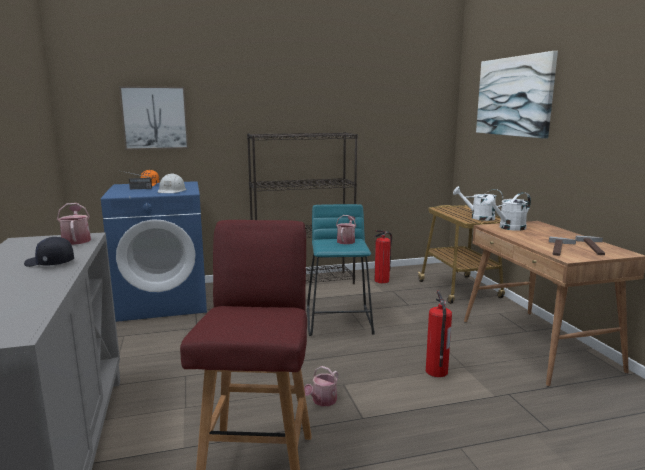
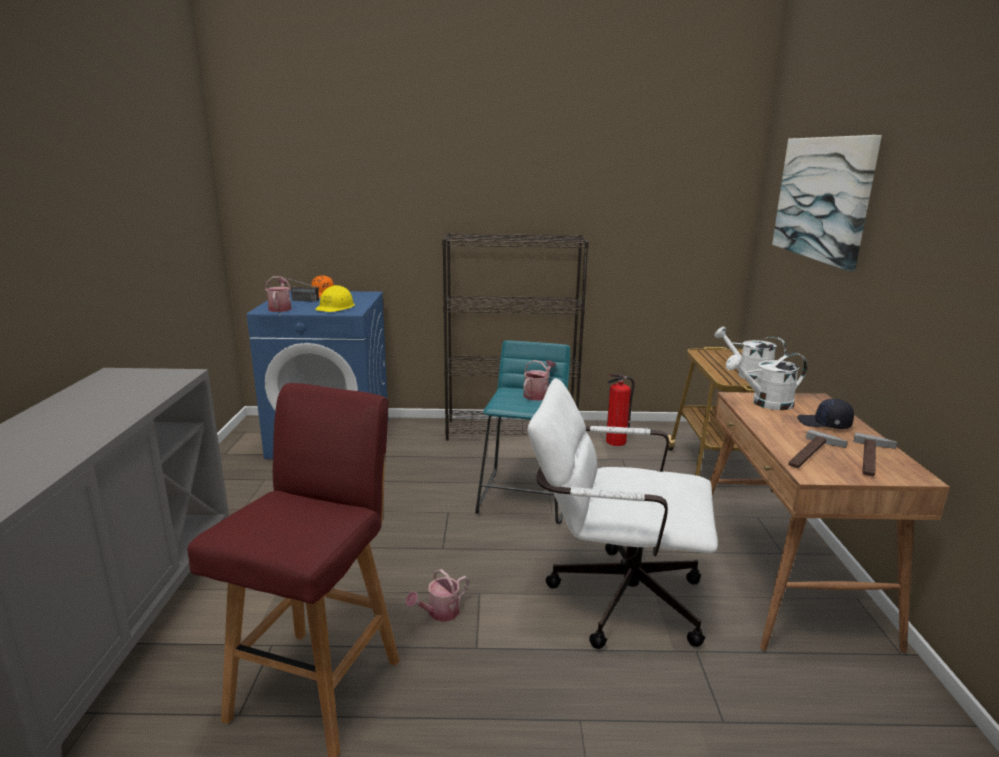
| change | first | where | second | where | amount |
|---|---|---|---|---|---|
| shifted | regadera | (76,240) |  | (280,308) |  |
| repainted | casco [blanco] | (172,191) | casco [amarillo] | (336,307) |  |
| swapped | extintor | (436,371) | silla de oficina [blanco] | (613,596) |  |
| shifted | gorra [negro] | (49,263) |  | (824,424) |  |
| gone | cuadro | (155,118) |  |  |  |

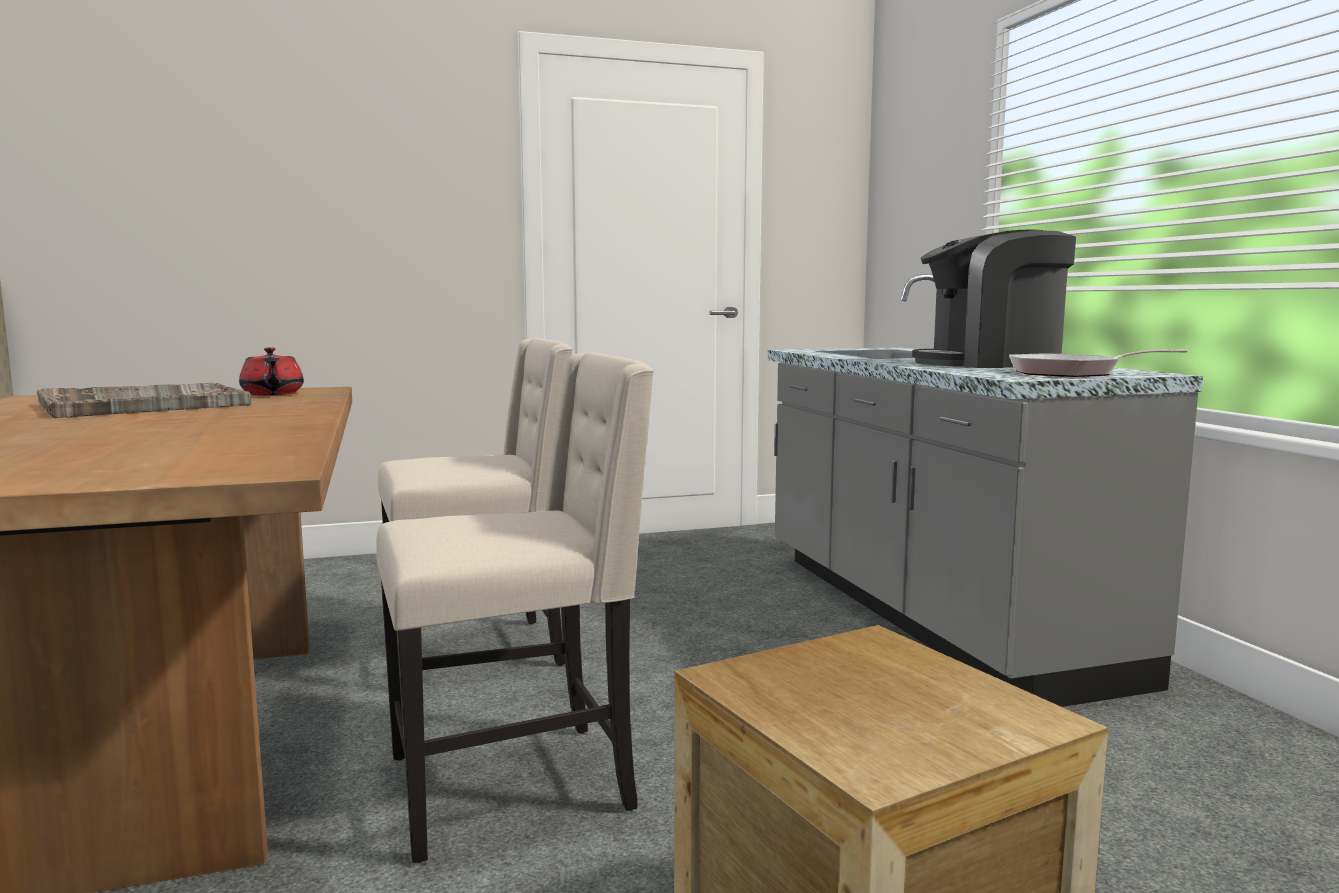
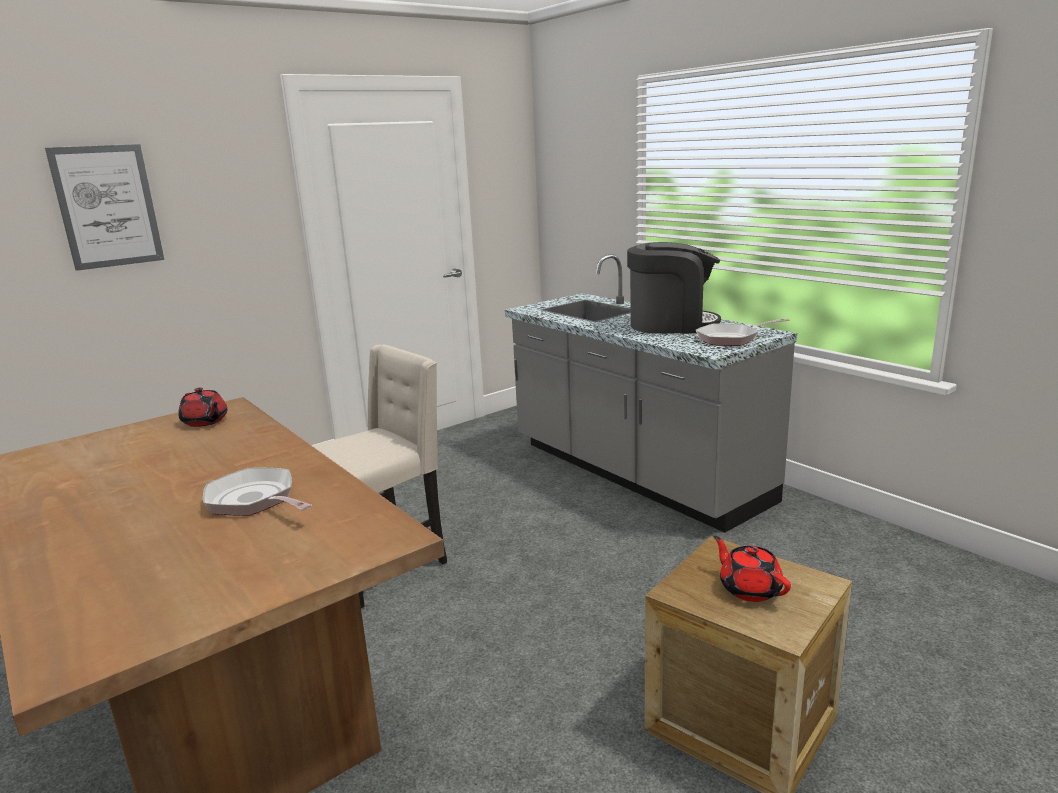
| change | first | where | second | where | amount |
|---|---|---|---|---|---|
| new |  |  | cuadro | (107,206) |  |
| new |  |  | sartén | (255,501) |  |
| rotated | cafetera | (990,363) |  | (671,324) | 150 degrees counterclockwise |
| new |  |  | tetera [rojo] | (749,588) |  |
| gone | bandeja [gris] | (142,404) |  |  |  |
| gone | silla [beis] | (515,783) |  |  |  |

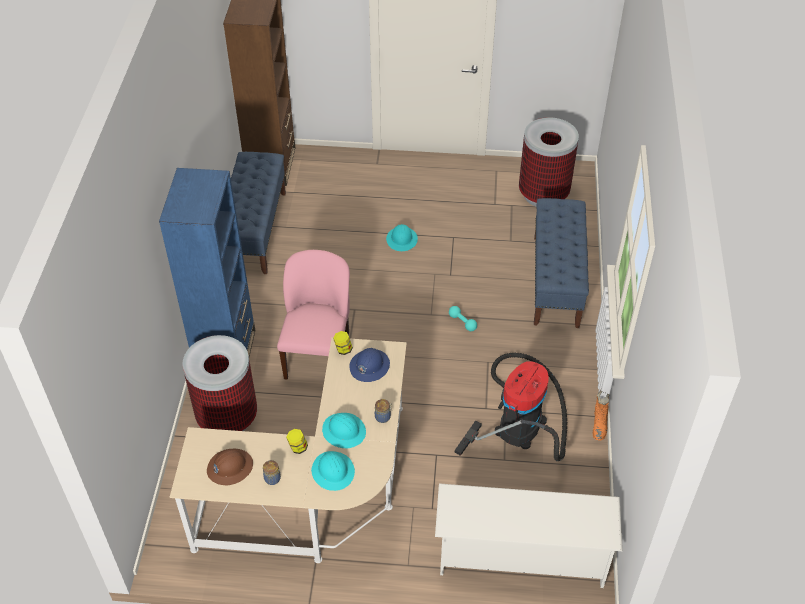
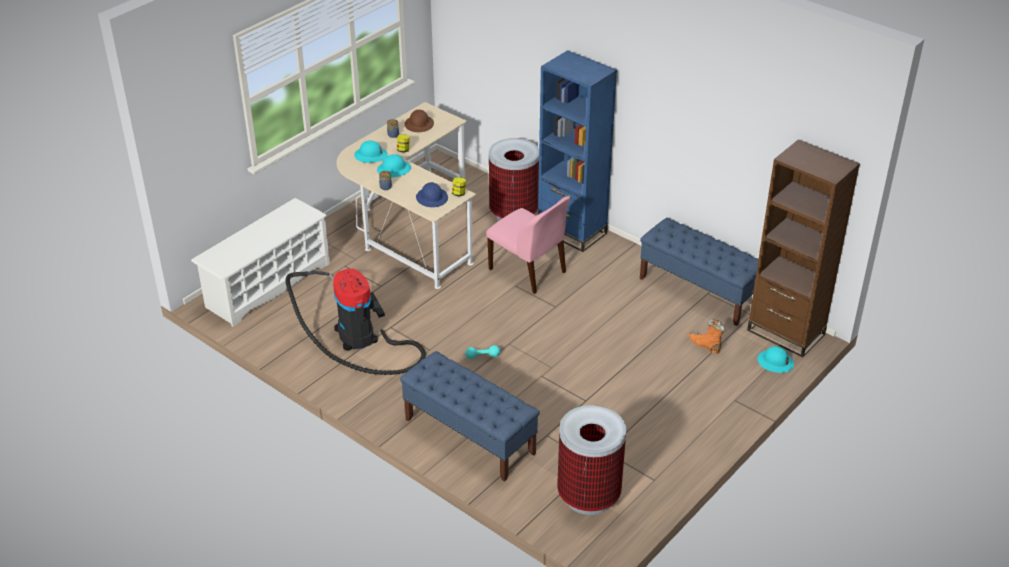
| change | first | where | second | where | amount |
|---|---|---|---|---|---|
| shifted | bota [naranja] | (599,424) |  | (705,345) |  |
| shifted | casco [turquesa] | (402,239) |  | (775,362) |  |

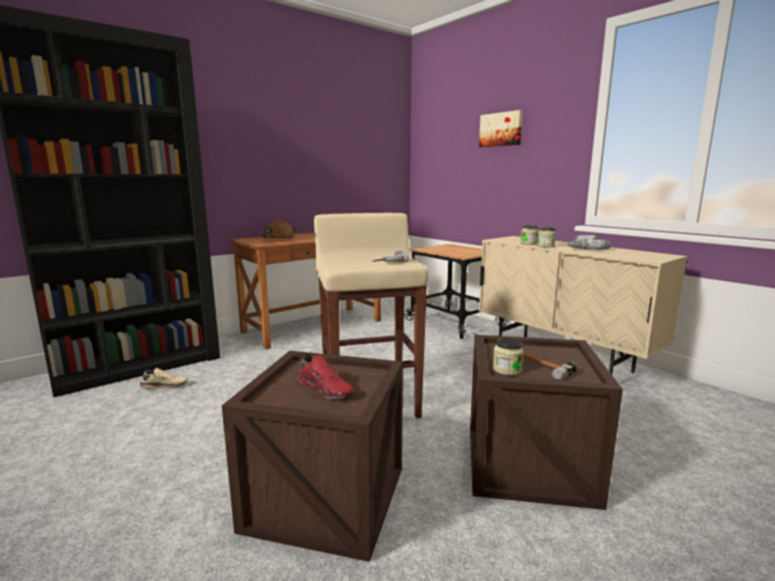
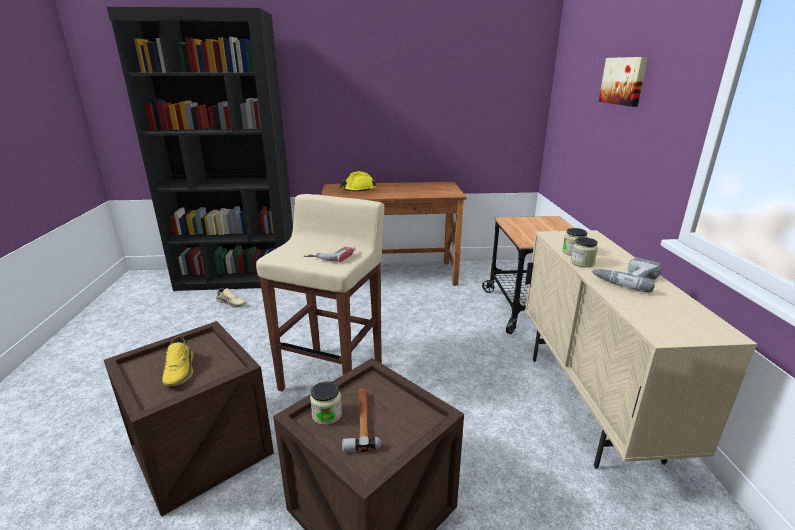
| change | first | where | second | where | amount |
|---|---|---|---|---|---|
| repainted | zapato [rojo] | (326,388) | zapato [amarillo] | (181,370) |  |
| repainted | casco [marrón] | (278,239) | casco [amarillo] | (358,190) |  |

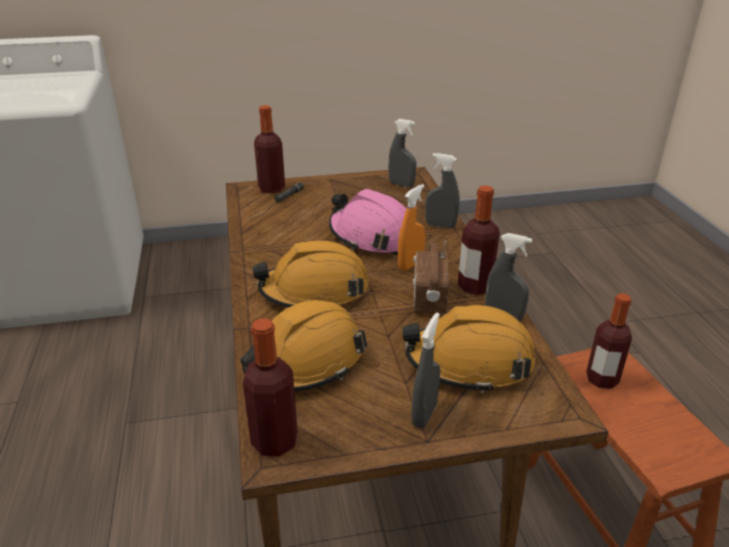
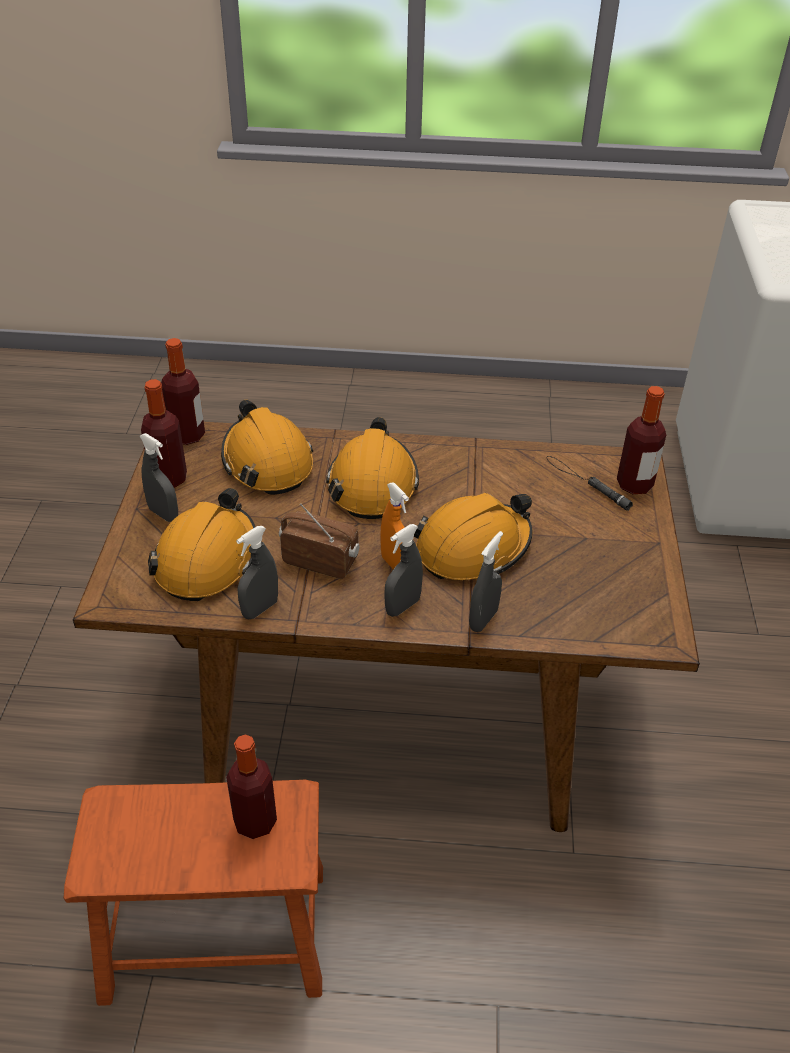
| change | first | where | second | where | amount |
|---|---|---|---|---|---|
| shifted | botella | (475,287) |  | (169,478) |  |
| shifted | pulverizador [gris] | (401,184) |  | (402,606) |  |
| repainted | casco [rosa] | (372,237) | casco [naranja] | (473,548) |  |

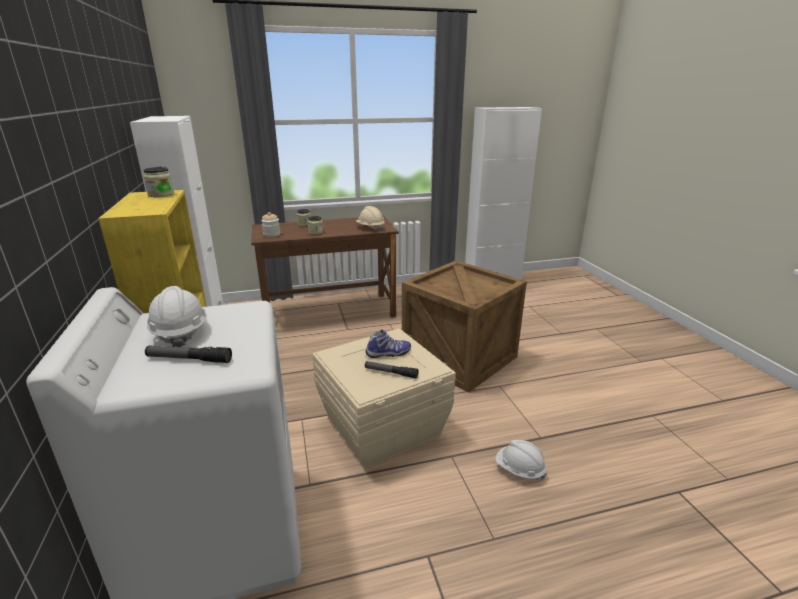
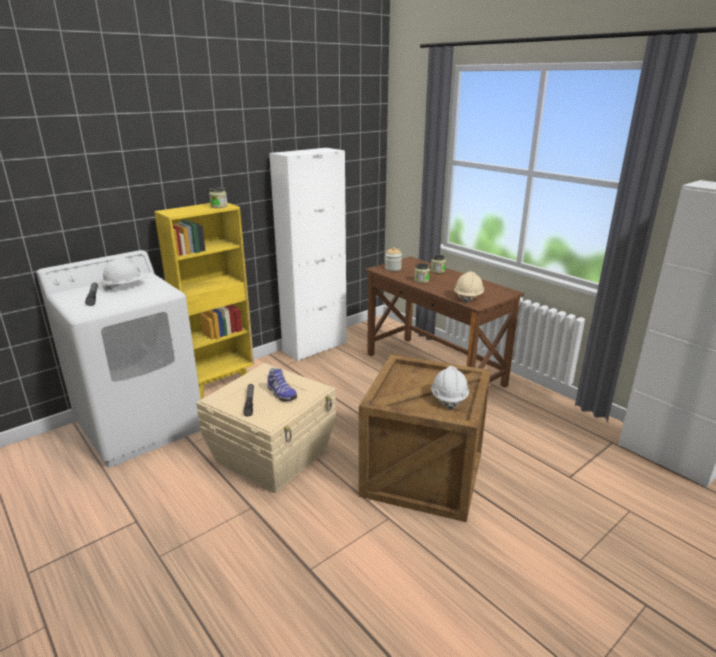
| change | first | where | second | where | amount |
|---|---|---|---|---|---|
| shifted | casco [blanco] | (519,470) |  | (449,398) |  |

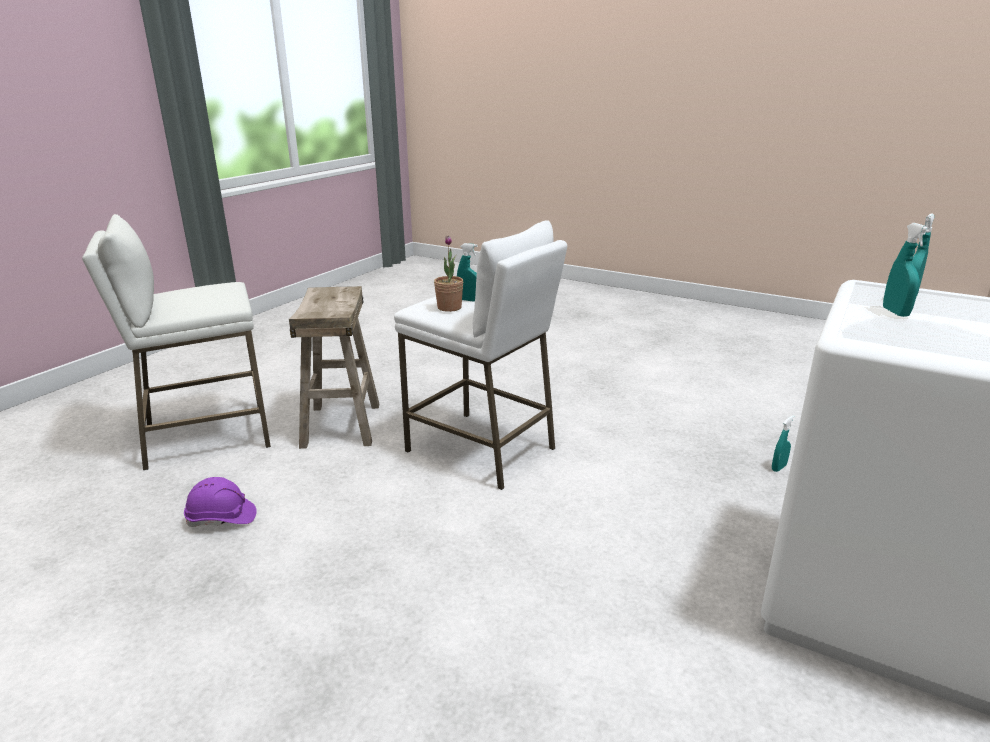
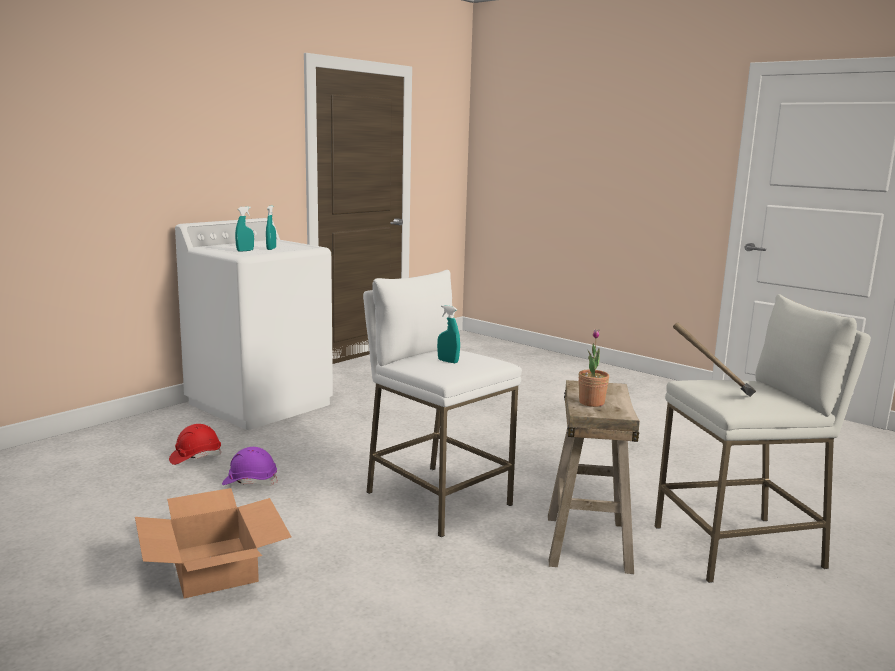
| change | first | where | second | where | amount |
|---|---|---|---|---|---|
| new |  |  | caja de cartón | (214,566) |  |
| swapped | pulverizador [turquesa] | (778,467) | casco [rojo] | (195,457) |  |
| shifted | casco [morado] | (222,518) |  | (250,482) |  |
| shifted | planta en maceta | (449,308) |  | (591,402) |  |
| new |  |  | martillo | (712,390) |  |

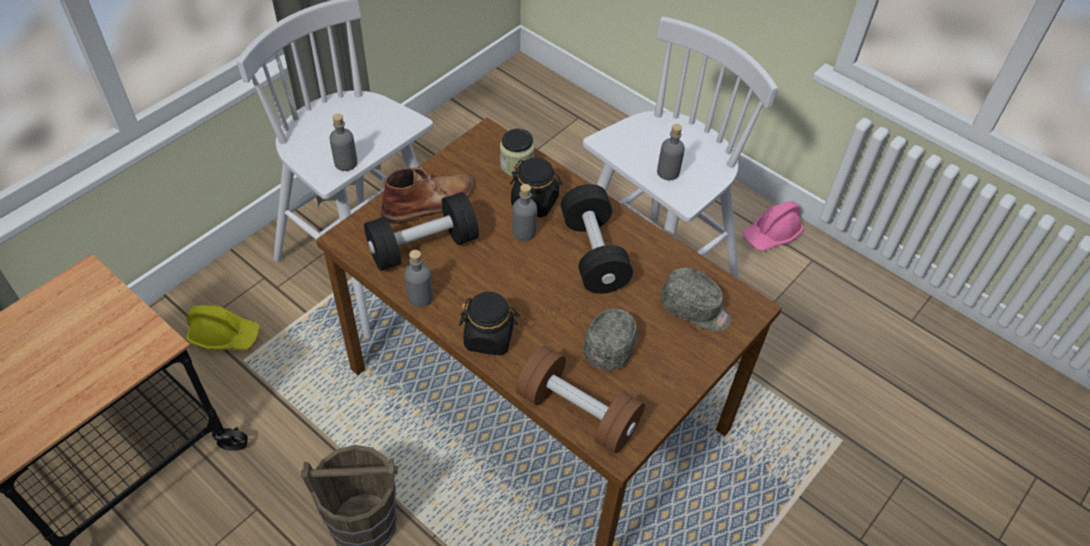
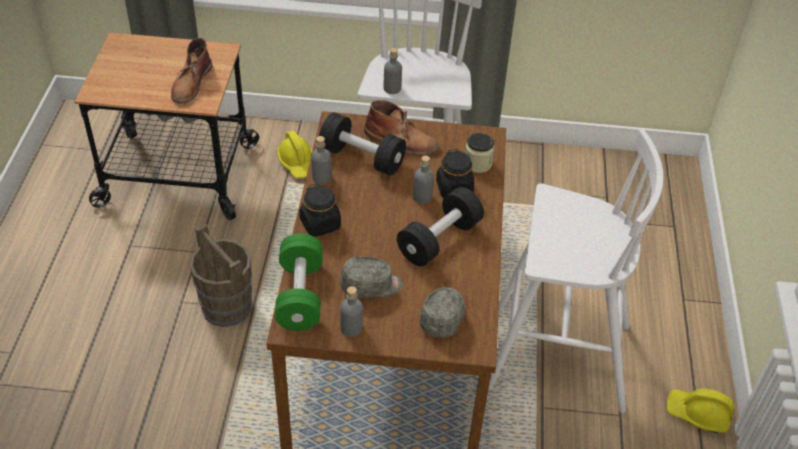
| change | first | where | second | where | amount |
|---|---|---|---|---|---|
| new |  |  | bota [marrón] | (191,83) |  |
| repainted | mancuerna [marrón] | (577,412) | mancuerna [verde] | (300,295) |  |
| shifted | botella [gris] | (668,172) |  | (351,328) |  |
| rotated | gorra [gris] | (695,309) |  | (444,316) | 150 degrees counterclockwise |
| repainted | casco [rosa] | (771,234) | casco [amarillo] | (697,414) |  |

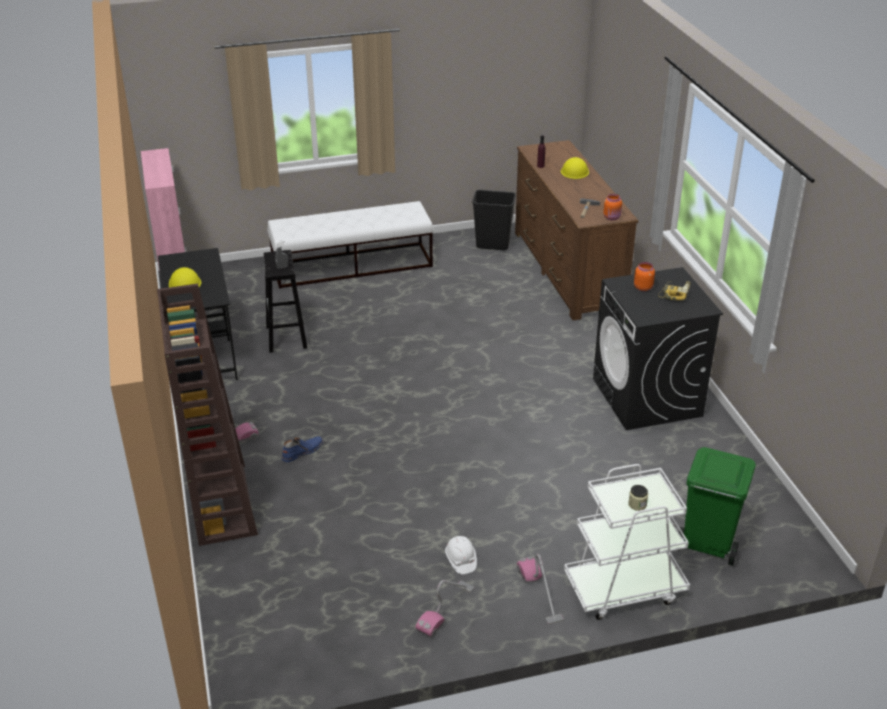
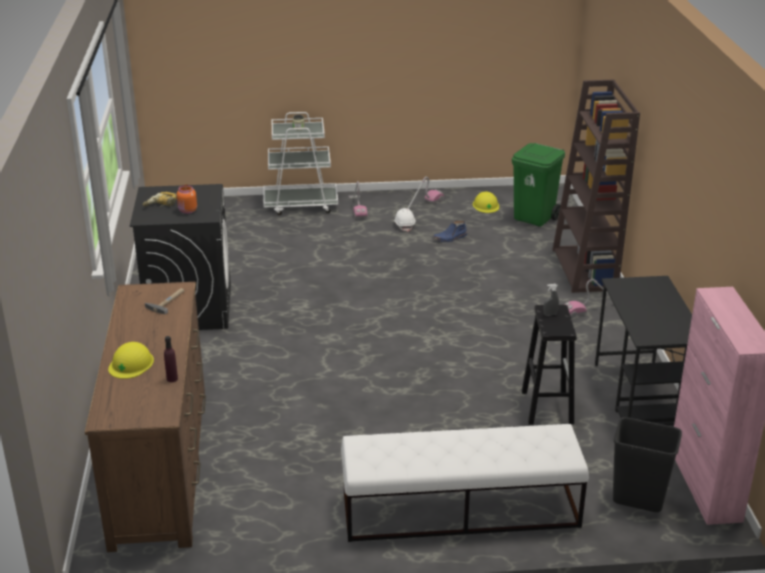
| change | first | where | second | where | amount |
|---|---|---|---|---|---|
| shifted | bota [azul] | (302,451) |  | (450,238) |  |
| shifted | casco [amarillo] | (184,283) |  | (486,205) |  |
| shifted | papelera [verde] | (707,545) |  | (534,218) |  |
| shifted | papelera [negro] | (493,245) |  | (637,500) |  |
| gone | tarro [naranja] | (612,218) |  |  |  |

